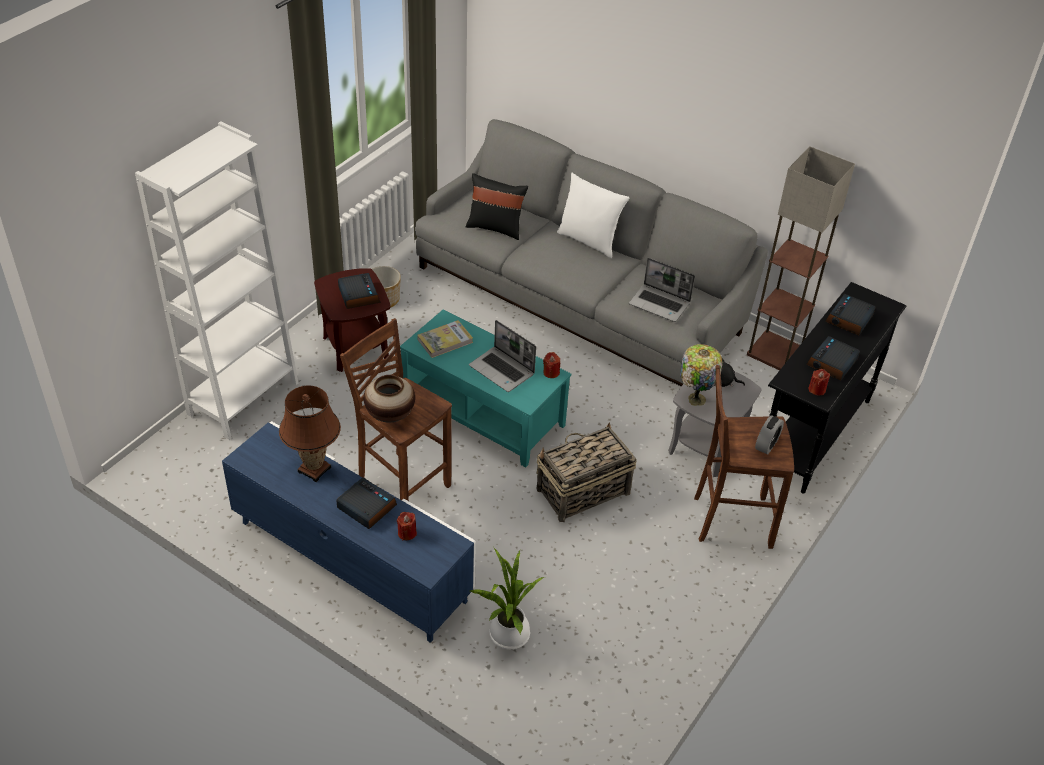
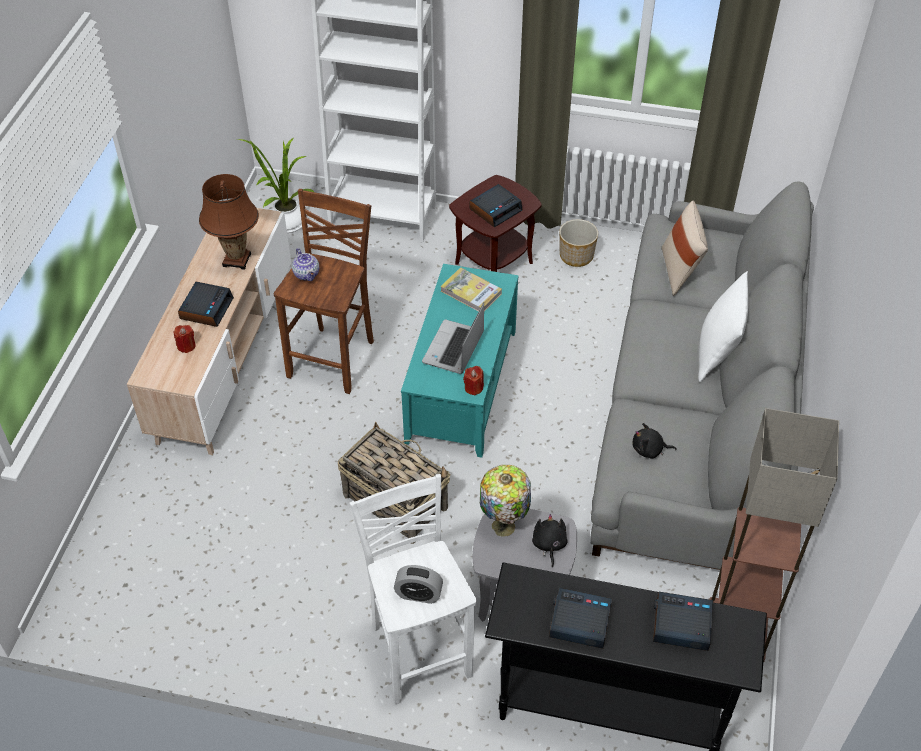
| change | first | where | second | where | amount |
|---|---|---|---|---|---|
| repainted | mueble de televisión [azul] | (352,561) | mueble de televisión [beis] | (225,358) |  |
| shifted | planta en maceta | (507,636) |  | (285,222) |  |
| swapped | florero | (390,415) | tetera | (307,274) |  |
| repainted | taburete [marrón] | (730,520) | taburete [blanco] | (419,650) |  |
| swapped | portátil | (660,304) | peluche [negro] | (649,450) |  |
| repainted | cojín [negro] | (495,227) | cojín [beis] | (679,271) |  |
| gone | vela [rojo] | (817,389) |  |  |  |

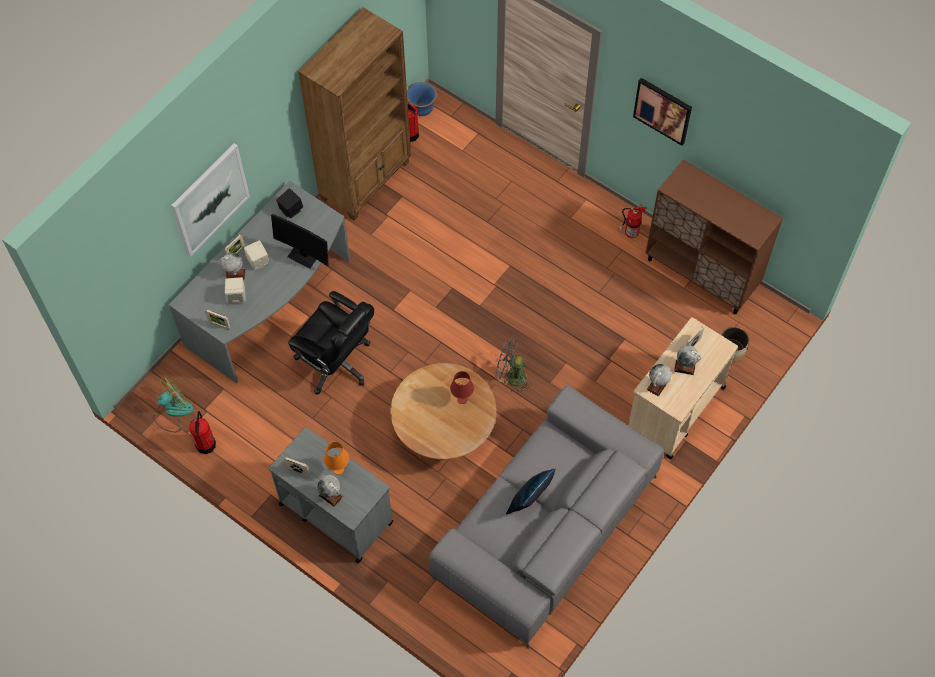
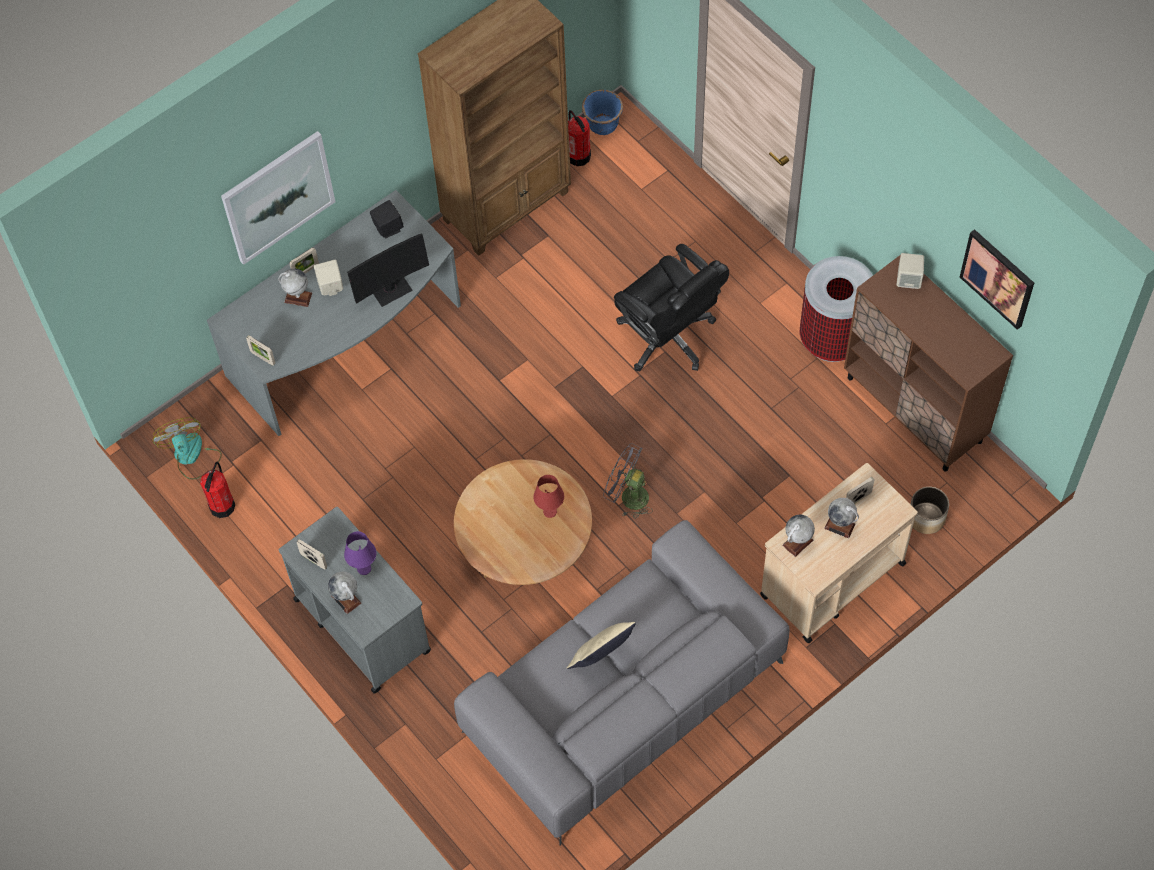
| change | first | where | second | where | amount |
|---|---|---|---|---|---|
| rotated | ventilador | (172,411) |  | (191,456) | 90 degrees counterclockwise |
| repainted | lámpara de mesa [naranja] | (338,469) | lámpara de mesa [morado] | (363,568) |  |
| rotated | monitor | (304,255) |  | (390,289) | 75 degrees counterclockwise |
| repainted | cojín [azul] | (530,501) | cojín [beis] | (601,658) |  |
| shifted | silla de oficina [negro] | (336,362) |  | (668,337) |  |
| swapped | extintor | (629,233) | papelera | (832,338) |  |
| shifted | altavoz [beis] | (237,296) |  | (908,280) |  |
| shifted | cuadro | (663,110) |  | (998,278) |  |

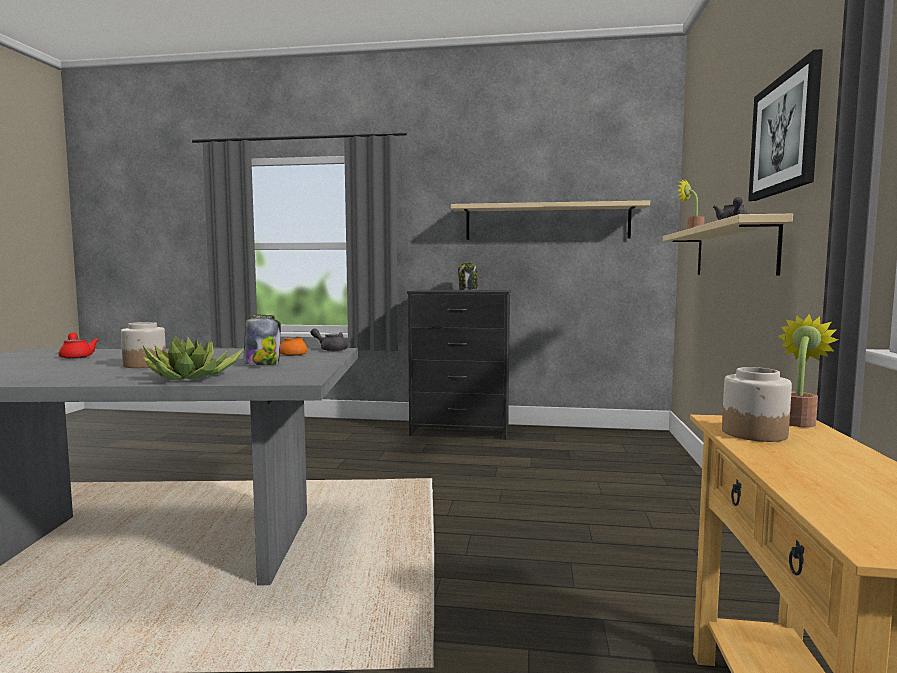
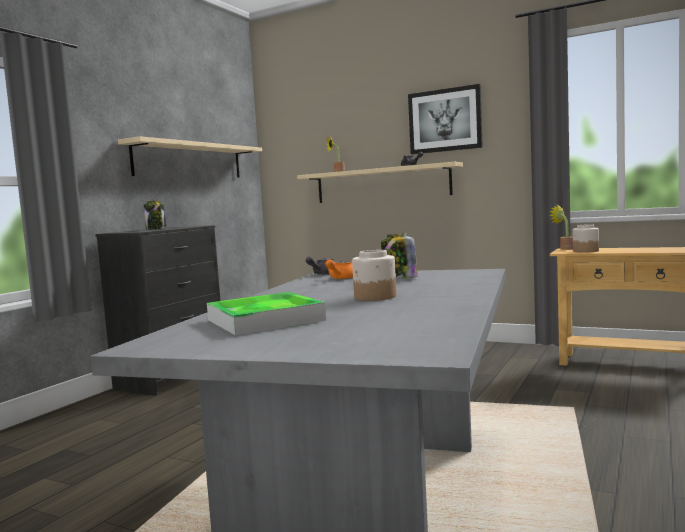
| change | first | where | second | where | amount |
|---|---|---|---|---|---|
| swapped | tetera [rojo] | (77,356) | bandeja | (265,320) |  |
| gone | planta en maceta | (192,378) |  |  |  |

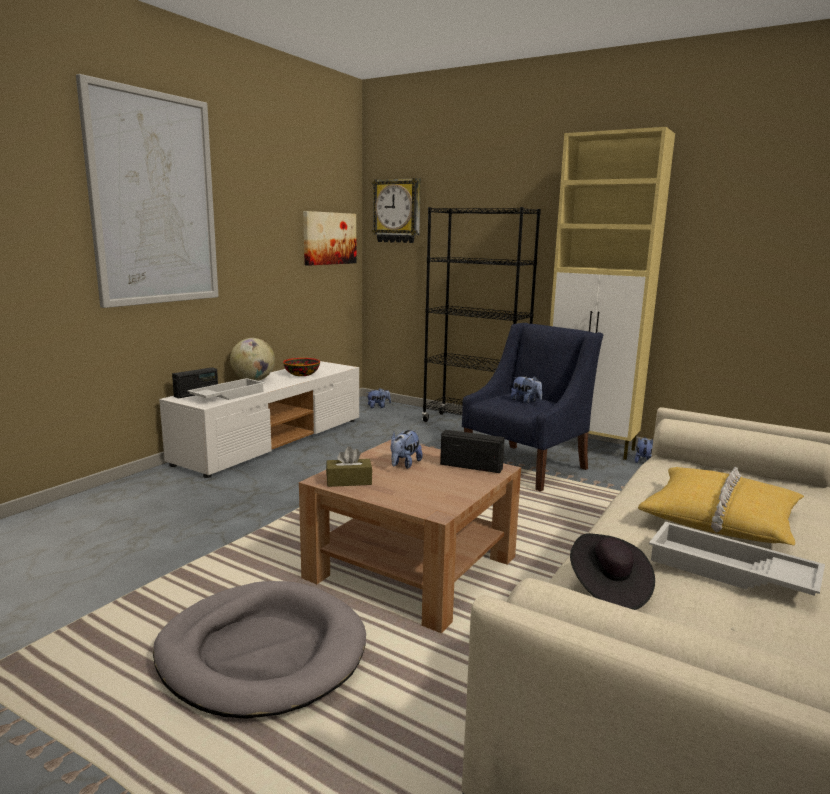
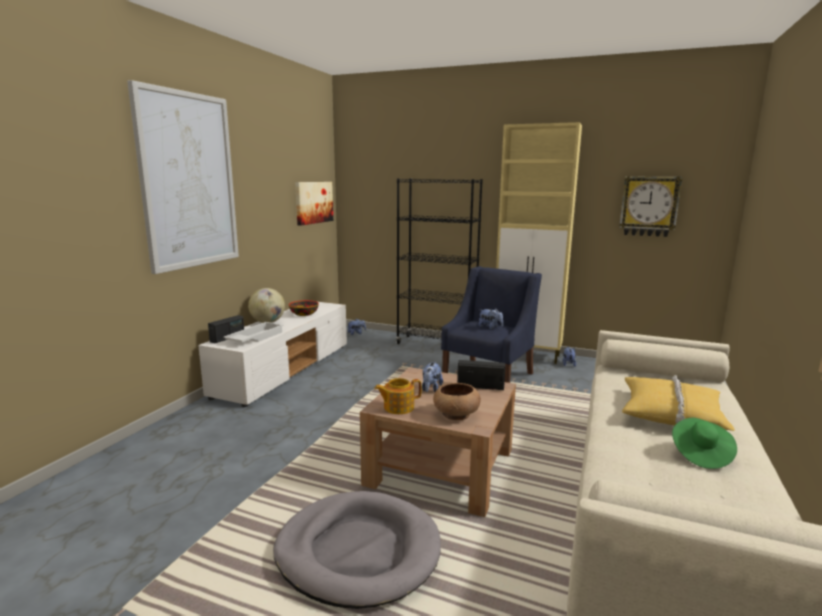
| change | first | where | second | where | amount |
|---|---|---|---|---|---|
| swapped | caja de pañuelos [marrón] | (349,481) | tetera | (398,407) |  |
| new |  |  | cuenco [marrón] | (455,414) |  |
| shifted | reloj de pared | (397,211) |  | (649,206) |  |
| swapped | bandeja [blanco] | (729,572) | sombrero [verde] | (700,454) |  |
| gone | sombrero [negro] | (608,588) |  |  |  |

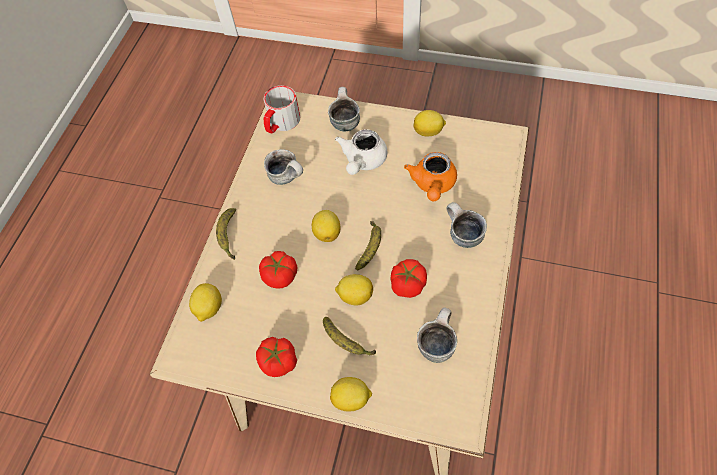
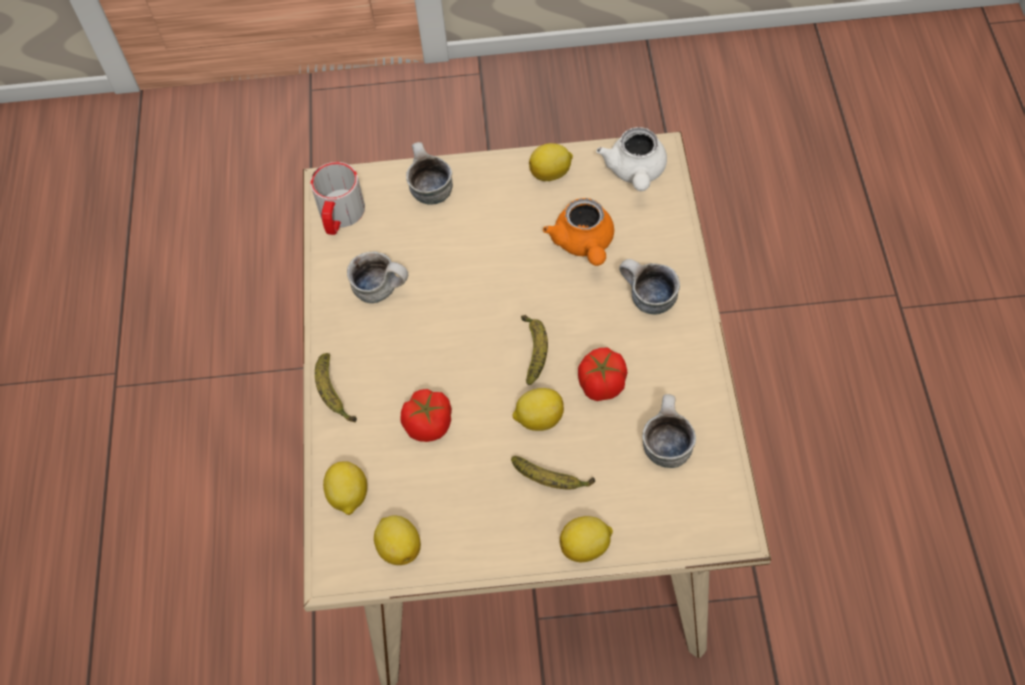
| change | first | where | second | where | amount |
|---|---|---|---|---|---|
| shifted | limón | (327,232) |  | (399,546) |  |
| shifted | tetera [blanco] | (363,161) |  | (635,172) |  |
| gone | tomate | (279,361) |  |  |  |

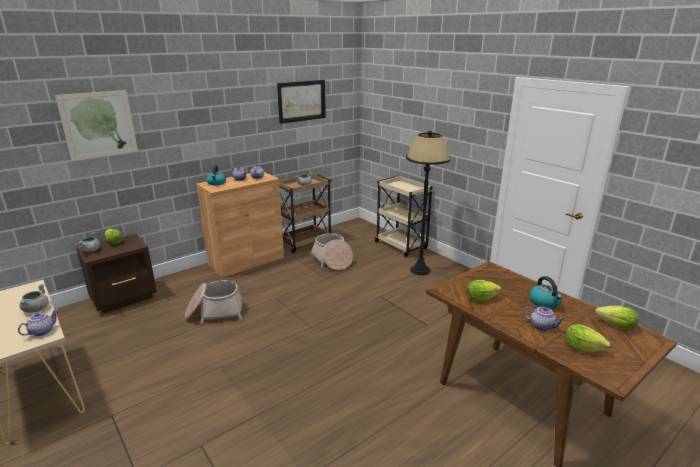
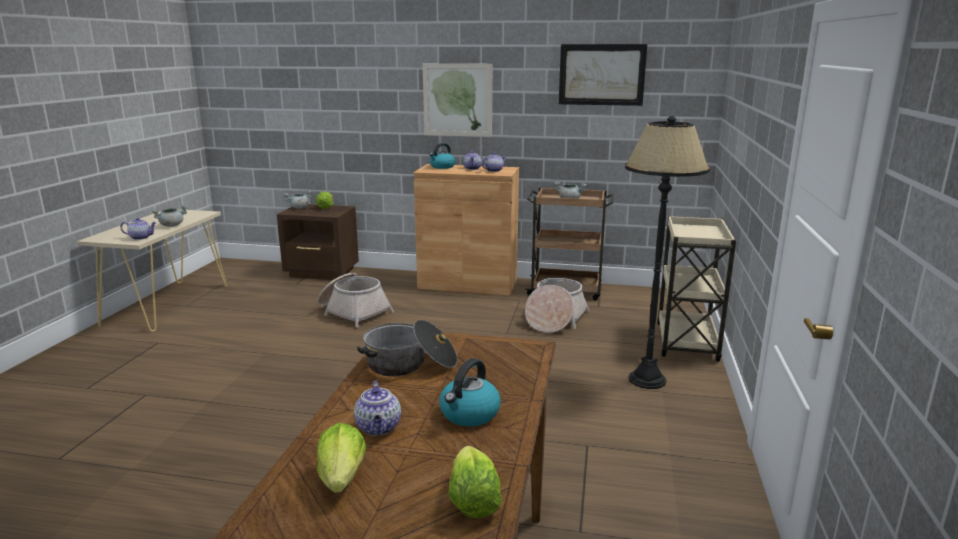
| change | first | where | second | where | amount |
|---|---|---|---|---|---|
| swapped | lechuga | (480,298) | olla | (410,364) |  |
| shifted | cuadro | (99,124) |  | (457,100) |  |

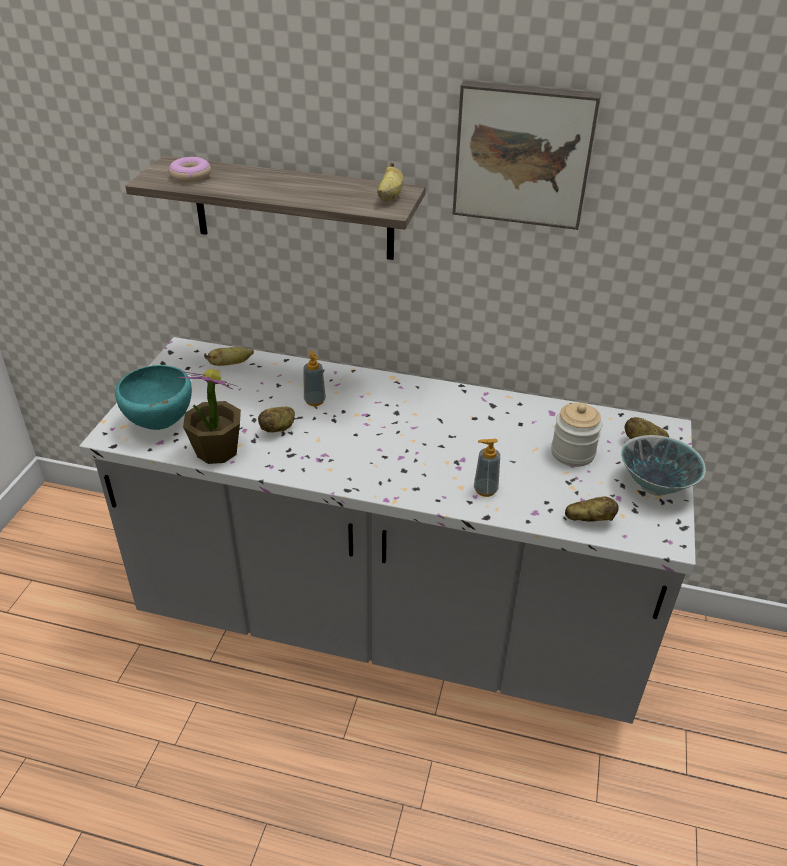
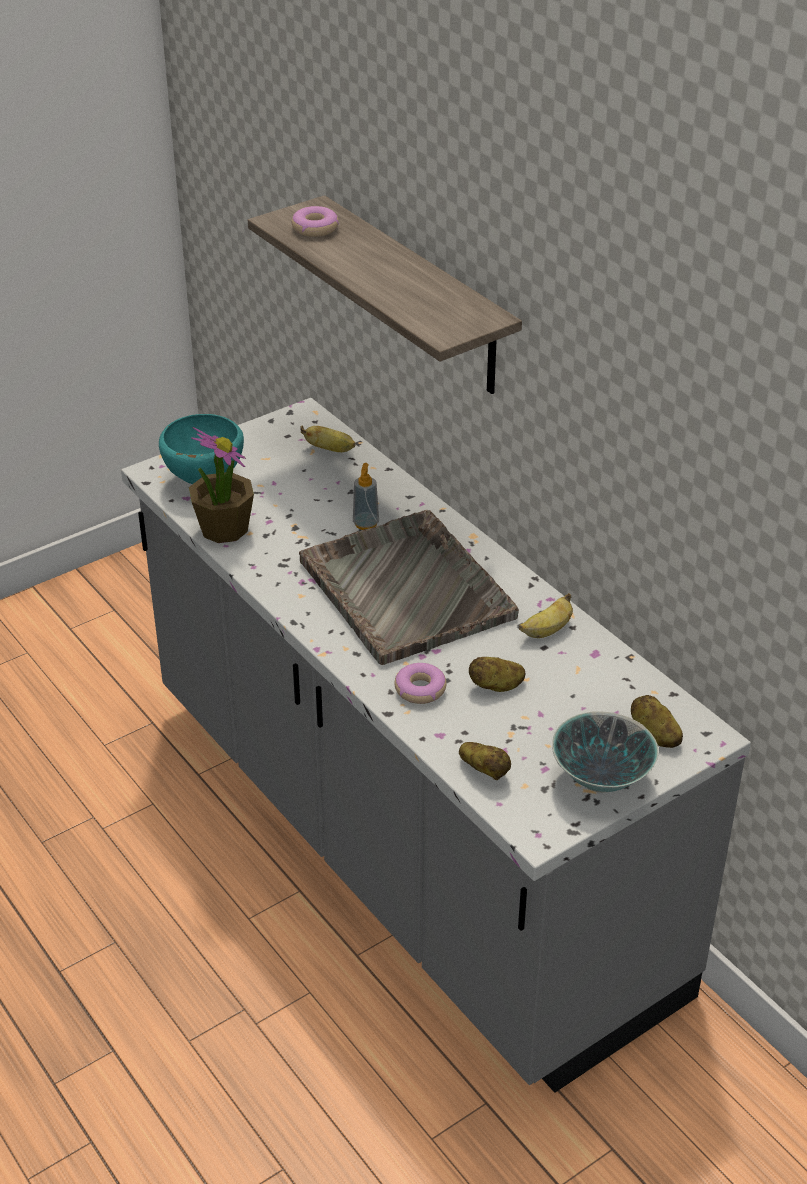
| change | first | where | second | where | amount |
|---|---|---|---|---|---|
| new |  |  | bandeja [gris] | (405,588) |  |
| swapped | dispensador de jabón | (485,490) | rosquilla | (420,689) |  |
| shifted | patata | (278,428) |  | (496,686) |  |
| shifted | plátano | (389,197) |  | (547,631) |  |
| gone | cuadro | (523,154) |  |  |  |
| gone | tarro | (572,453) |  |  |  |

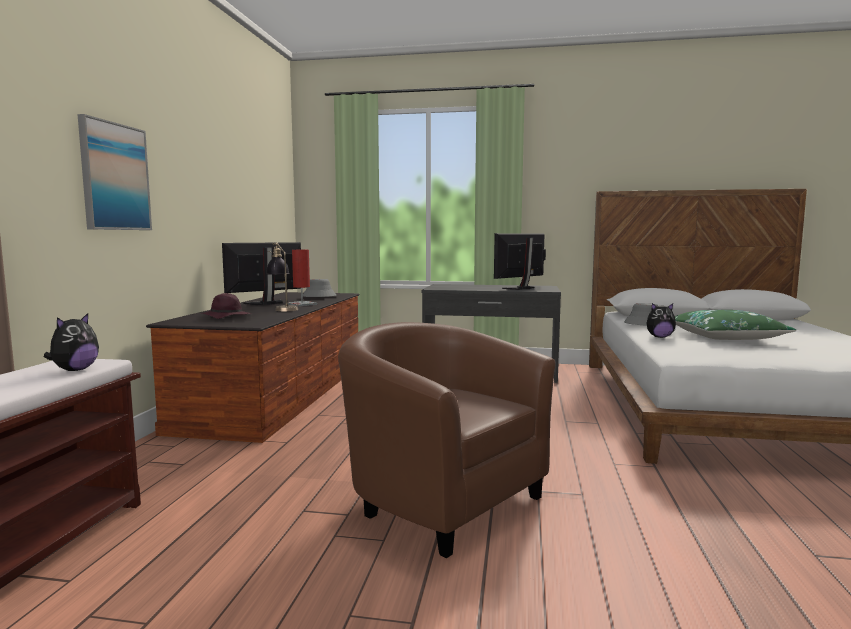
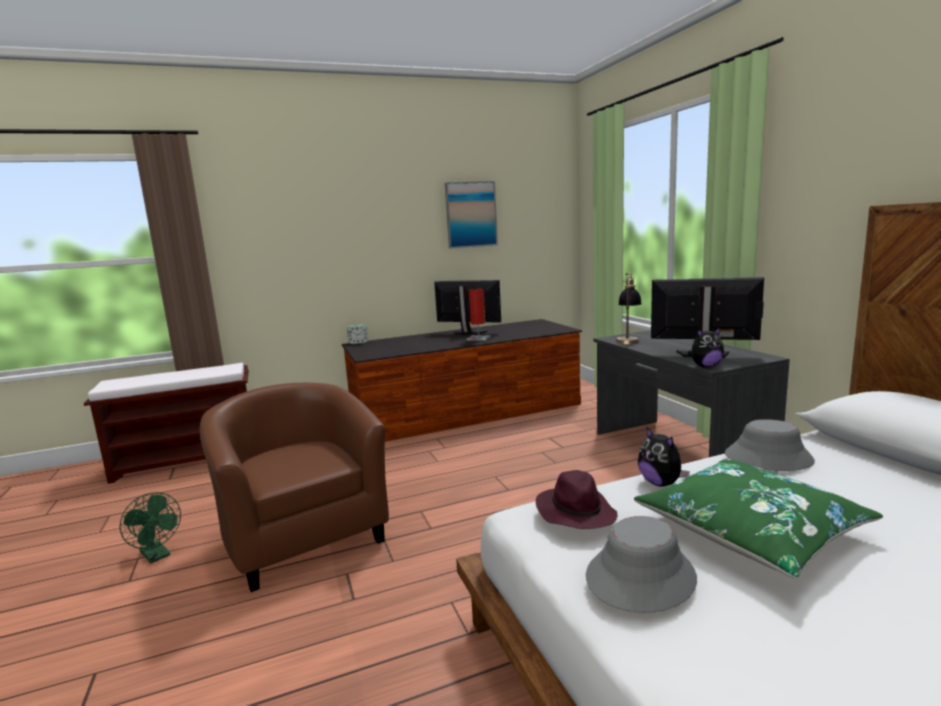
| change | first | where | second | where | amount |
|---|---|---|---|---|---|
| new |  |  | ventilador [verde] | (157,556) |  |
| rotated | sillón [marrón] | (440,499) |  | (304,536) | 45 degrees counterclockwise |
| new |  |  | despertador | (358,343) |  |
| shifted | cuadro | (114,177) |  | (471,214) |  |
| shifted | sombrero [morado] | (226,317) |  | (575,512) |  |
| shifted | sombrero [gris] | (319,296) |  | (640,577) |  |
| shifted | lámpara de mesa | (282,308) |  | (628,339) |  |
| shifted | peluche | (75,370) |  | (705,366) |  |

